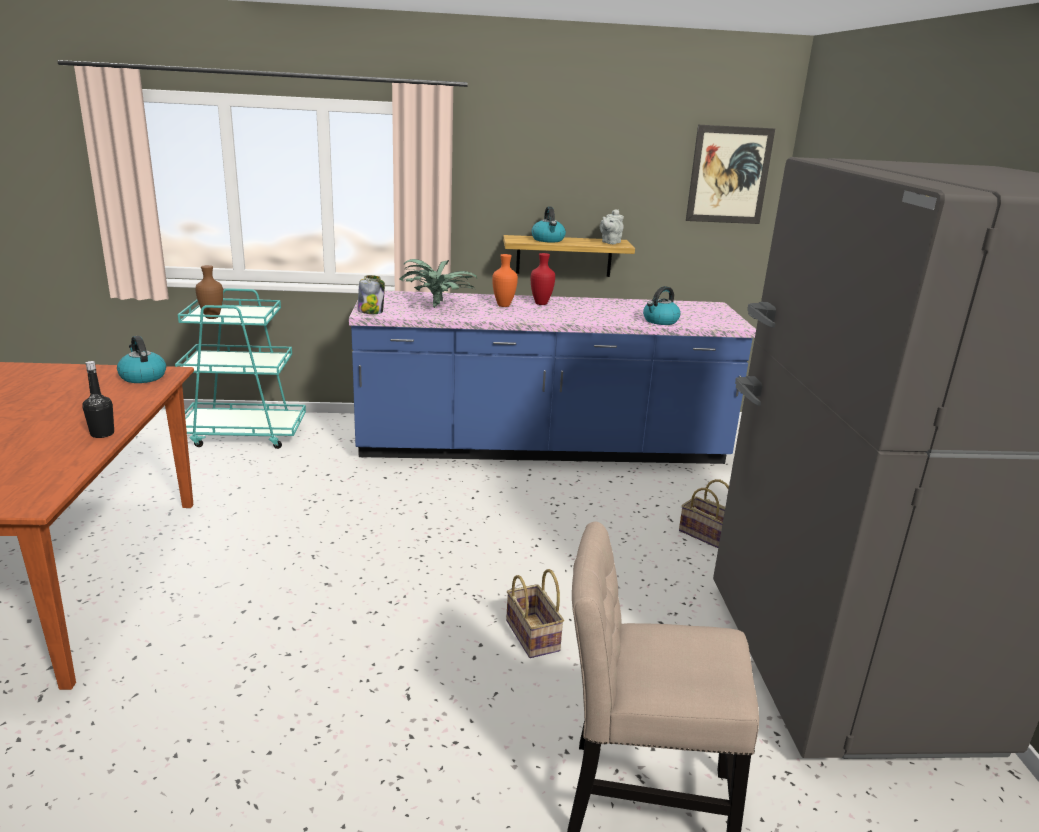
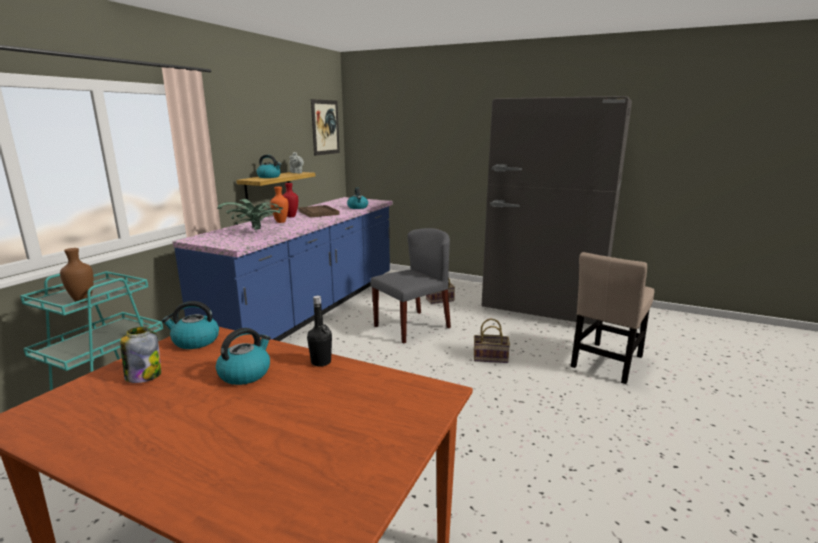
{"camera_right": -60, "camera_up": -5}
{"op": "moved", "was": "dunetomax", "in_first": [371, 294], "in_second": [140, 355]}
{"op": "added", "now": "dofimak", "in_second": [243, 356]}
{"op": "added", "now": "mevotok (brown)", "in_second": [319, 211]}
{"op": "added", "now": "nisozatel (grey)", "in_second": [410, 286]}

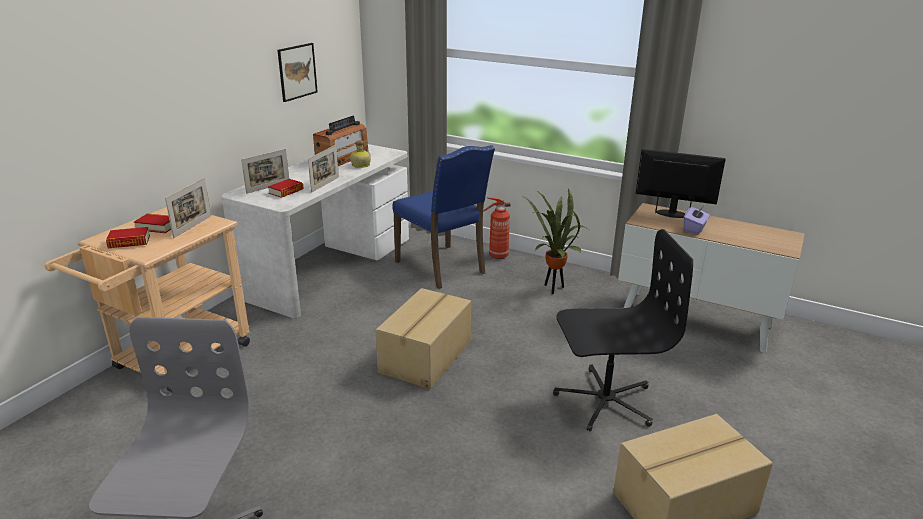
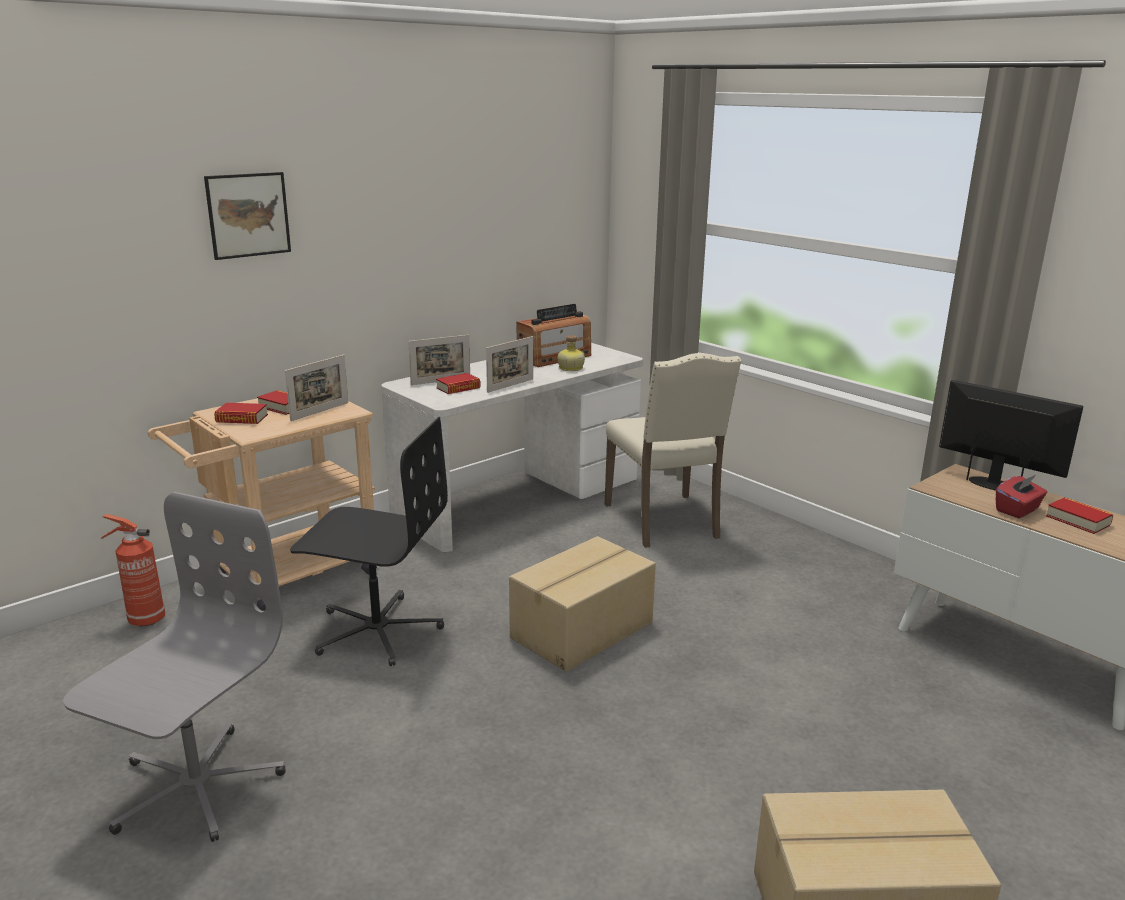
{"camera_right": 20, "camera_up": -5}
{"op": "moved", "was": "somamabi", "in_first": [497, 228], "in_second": [132, 570]}
{"op": "moved", "was": "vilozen", "in_first": [297, 72], "in_second": [247, 216]}
{"op": "moved", "was": "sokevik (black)", "in_first": [623, 330], "in_second": [369, 541]}
{"op": "recoloured", "was": "nisozatel (blue)", "now": "nisozatel (beige)", "in_first": [443, 217], "in_second": [673, 450]}
{"op": "recoloured", "was": "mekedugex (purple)", "now": "mekedugex (red)", "in_first": [696, 220], "in_second": [1021, 496]}
{"op": "added", "now": "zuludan", "in_second": [1079, 515]}
{"op": "removed", "was": "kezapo", "in_first": [555, 241]}

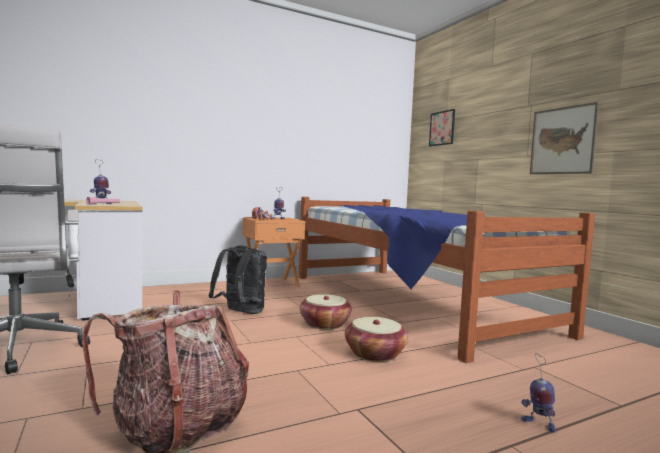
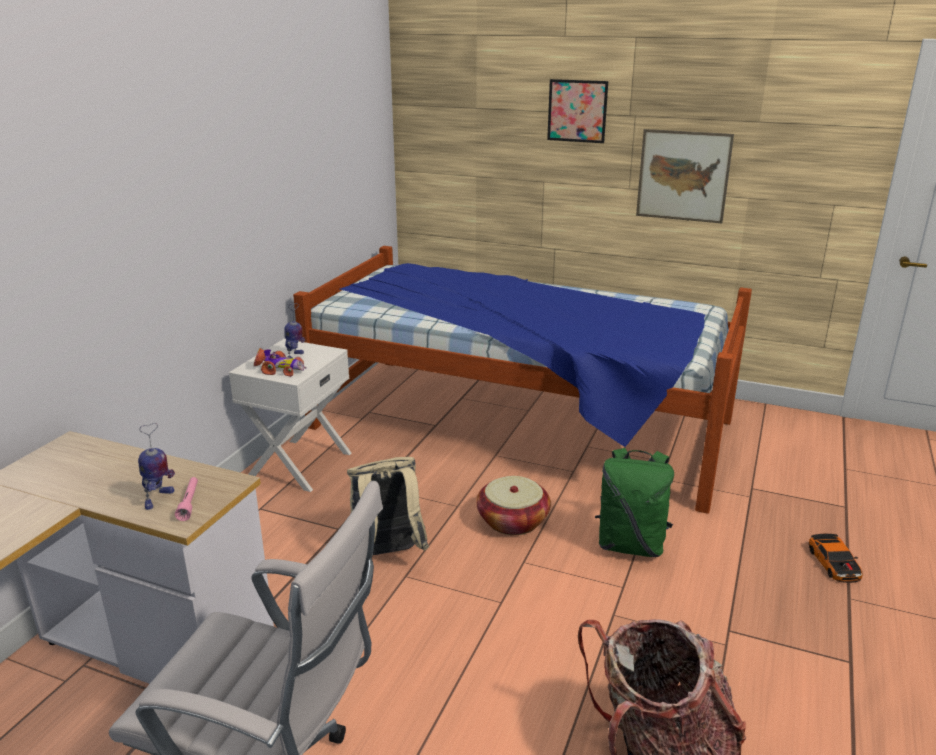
{"camera_right": -40, "camera_up": 20}
{"op": "recoloured", "was": "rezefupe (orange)", "now": "rezefupe (white)", "in_first": [273, 252], "in_second": [290, 415]}
{"op": "recoloured", "was": "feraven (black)", "now": "feraven (beige)", "in_first": [238, 279], "in_second": [388, 506]}
{"op": "moved", "was": "vilozen", "in_first": [442, 127], "in_second": [577, 111]}
{"op": "replaced", "was": "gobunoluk", "now": "feraven (green)", "in_first": [376, 339], "in_second": [634, 502]}
{"op": "replaced", "was": "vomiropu", "now": "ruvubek", "in_first": [538, 392], "in_second": [836, 558]}

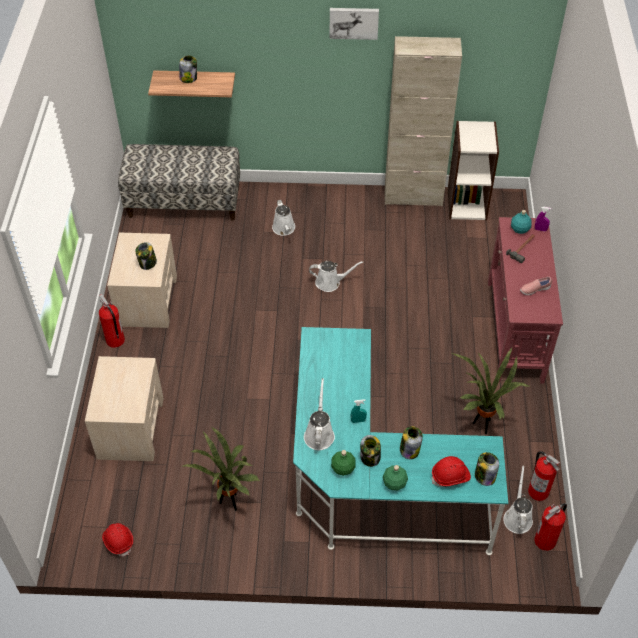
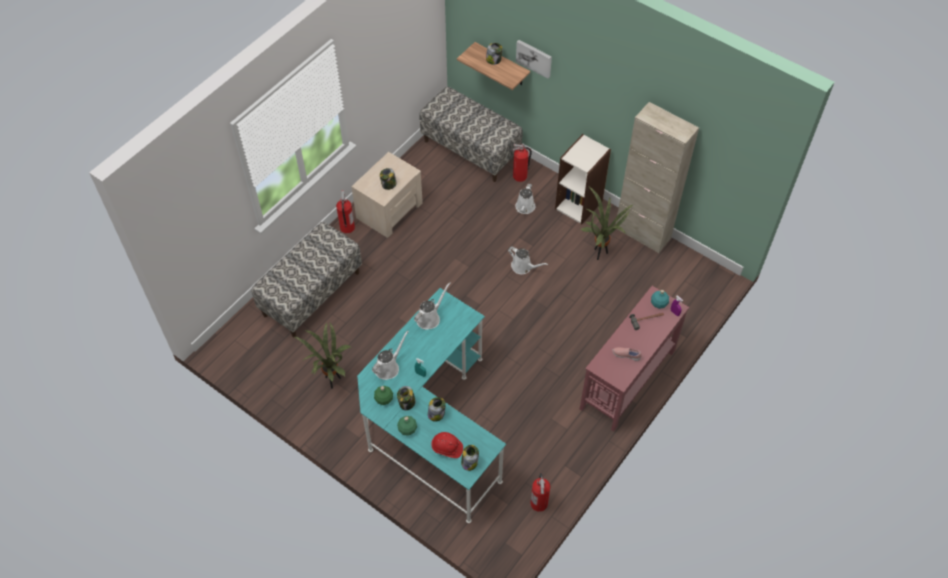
{"camera_right": 35, "camera_up": 5}
{"op": "replaced", "was": "rezefupe (beige)", "now": "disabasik", "in_first": [124, 408], "in_second": [306, 280]}
{"op": "moved", "was": "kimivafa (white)", "in_first": [518, 500], "in_second": [432, 306]}
{"op": "moved", "was": "somamabi", "in_first": [550, 527], "in_second": [522, 163]}
{"op": "moved", "was": "vilozen", "in_first": [354, 24], "in_second": [534, 59]}
{"op": "moved", "was": "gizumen", "in_first": [473, 170], "in_second": [583, 179]}
{"op": "moved", "was": "kezapo", "in_first": [492, 391], "in_second": [607, 223]}
{"op": "removed", "was": "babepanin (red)", "in_first": [117, 539]}

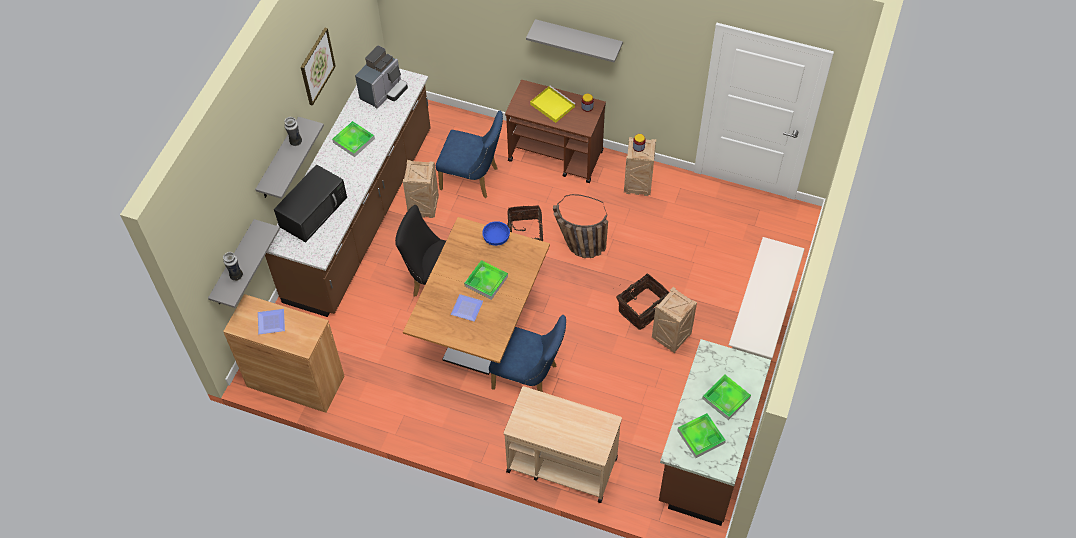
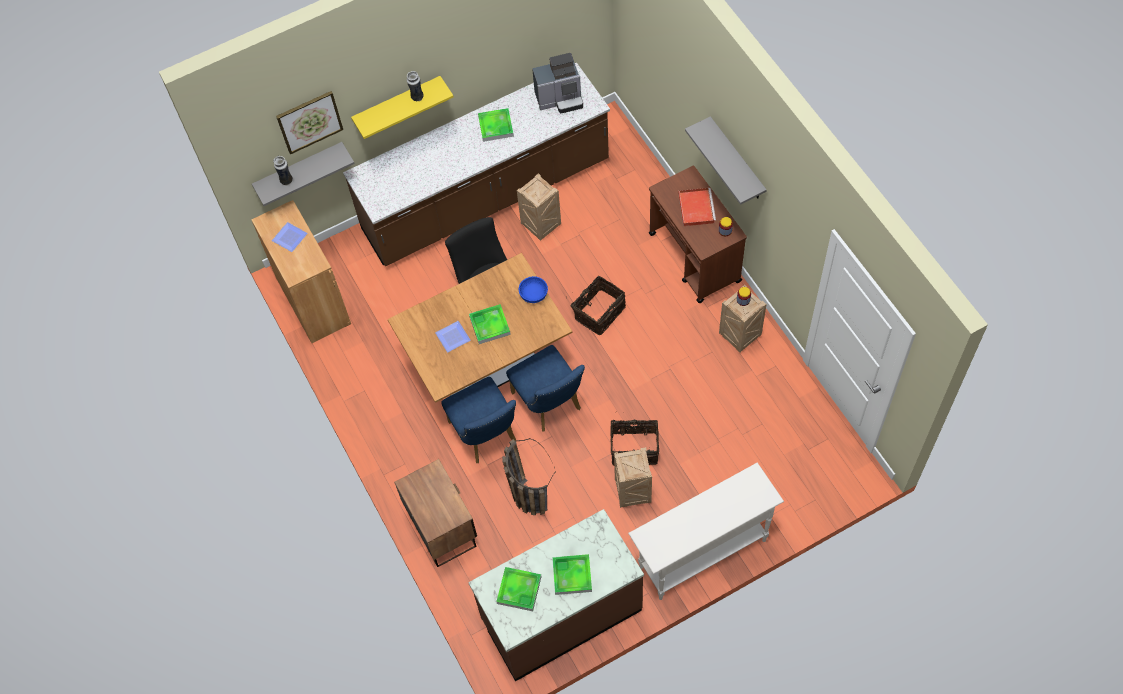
{"camera_right": 45, "camera_up": 5}
{"op": "moved", "was": "vilozen", "in_first": [318, 67], "in_second": [309, 122]}
{"op": "recoloured", "was": "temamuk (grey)", "now": "temamuk (yellow)", "in_first": [289, 158], "in_second": [402, 107]}
{"op": "replaced", "was": "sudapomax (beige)", "now": "rezefupe", "in_first": [563, 444], "in_second": [435, 513]}
{"op": "moved", "was": "gobunoluk", "in_first": [580, 226], "in_second": [529, 476]}
{"op": "moved", "was": "nisozatel (blue)", "in_first": [469, 154], "in_second": [545, 388]}
{"op": "recoloured", "was": "mevotok (yellow)", "now": "mevotok (red)", "in_first": [553, 104], "in_second": [697, 207]}
{"op": "removed", "was": "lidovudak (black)", "in_first": [310, 203]}

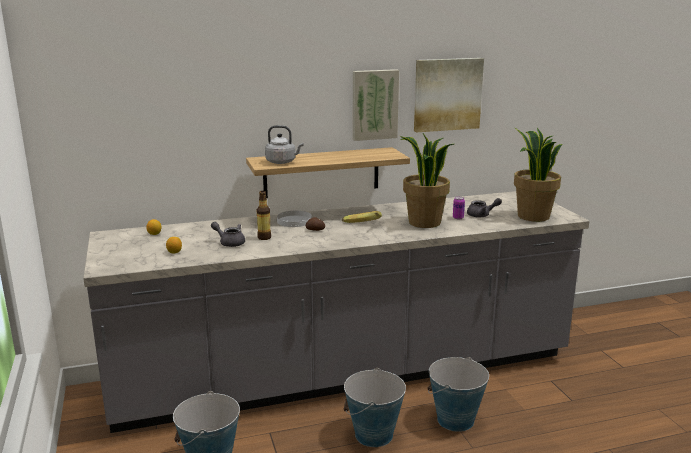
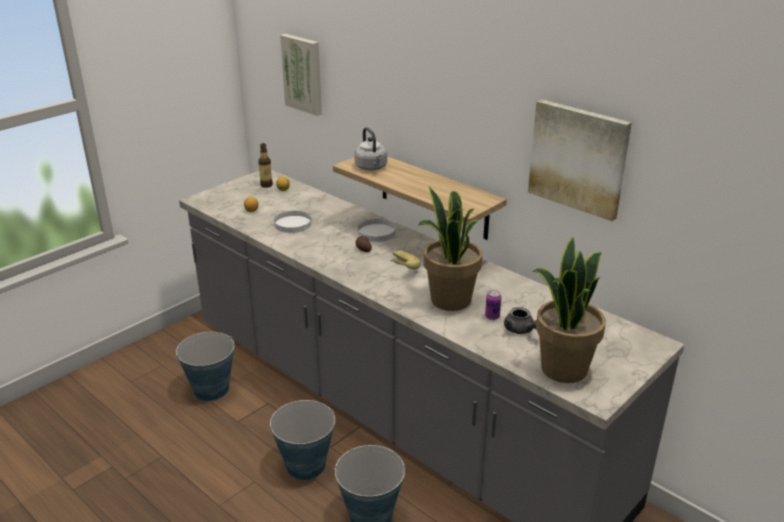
{"camera_right": 60, "camera_up": 10}
{"op": "moved", "was": "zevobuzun", "in_first": [264, 215], "in_second": [265, 165]}
{"op": "replaced", "was": "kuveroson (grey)", "now": "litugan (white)", "in_first": [228, 234], "in_second": [293, 222]}
{"op": "moved", "was": "vilozen", "in_first": [376, 105], "in_second": [301, 75]}

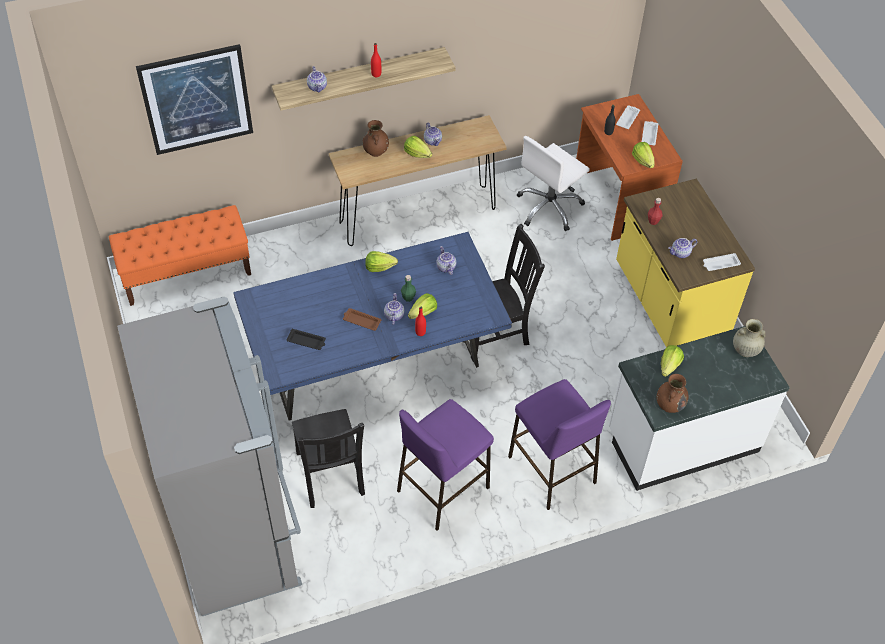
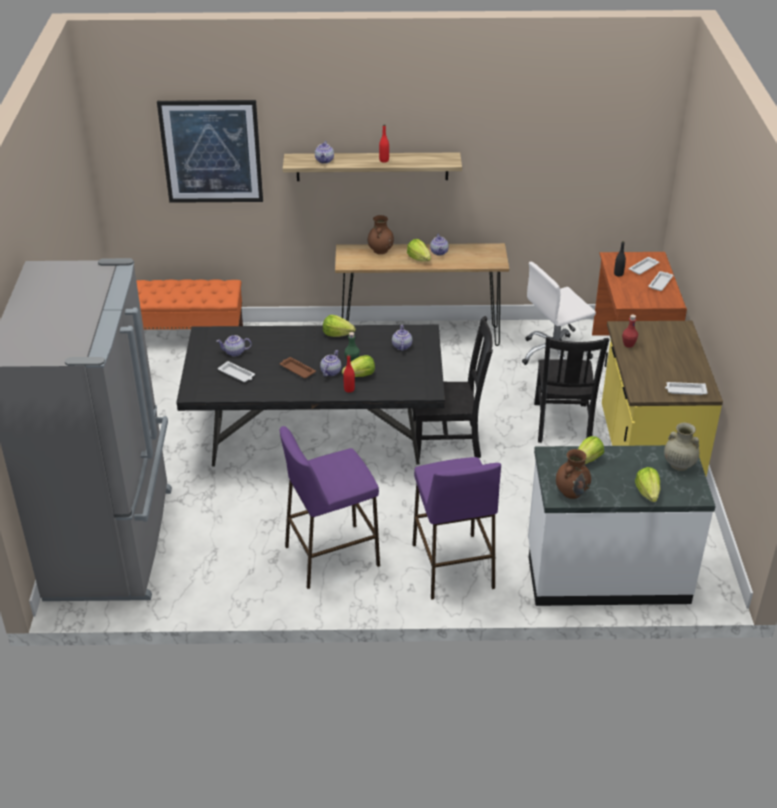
{"camera_right": 20, "camera_up": -15}
{"op": "recoloured", "was": "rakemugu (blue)", "now": "rakemugu (black)", "in_first": [372, 326], "in_second": [310, 395]}
{"op": "moved", "was": "kuveroson", "in_first": [682, 248], "in_second": [234, 346]}
{"op": "recoloured", "was": "mevotok (black)", "now": "mevotok (white)", "in_first": [306, 339], "in_second": [236, 371]}
{"op": "moved", "was": "nisozatel (black)", "in_first": [328, 458], "in_second": [571, 390]}
{"op": "moved", "was": "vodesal", "in_first": [643, 155], "in_second": [647, 484]}

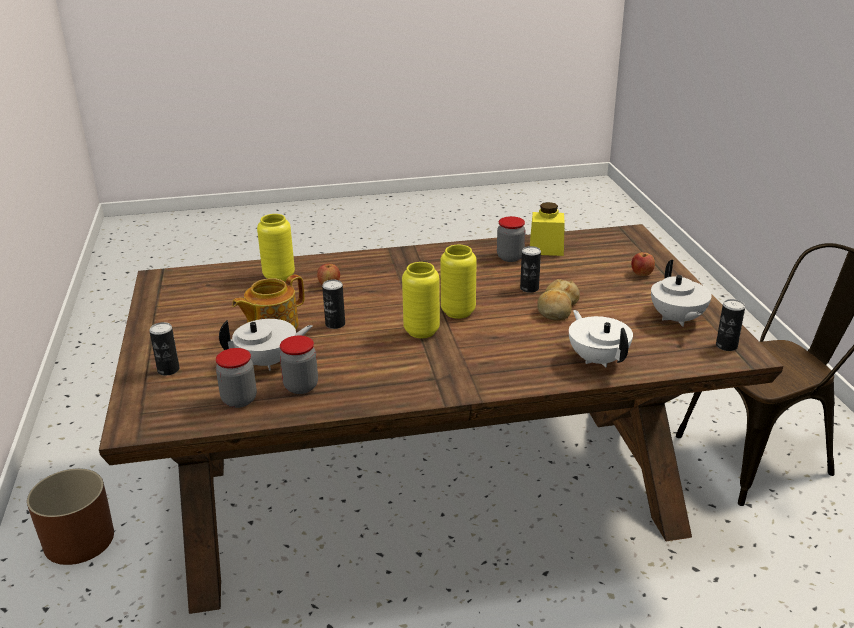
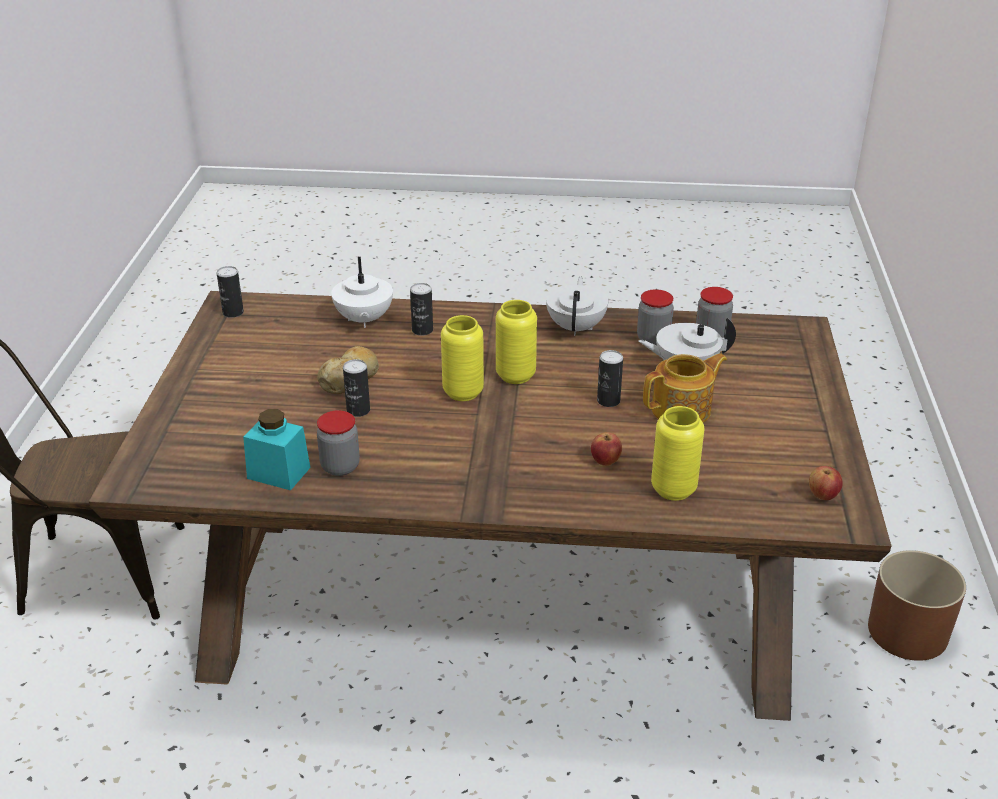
{"camera_right": -165, "camera_up": 5}
{"op": "recoloured", "was": "dunetomax (yellow)", "now": "dunetomax (turquoise)", "in_first": [547, 229], "in_second": [276, 449]}
{"op": "moved", "was": "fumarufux", "in_first": [164, 348], "in_second": [421, 309]}
{"op": "moved", "was": "kuveroson (white)", "in_first": [681, 293], "in_second": [577, 306]}
{"op": "moved", "was": "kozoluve", "in_first": [643, 264], "in_second": [825, 483]}

